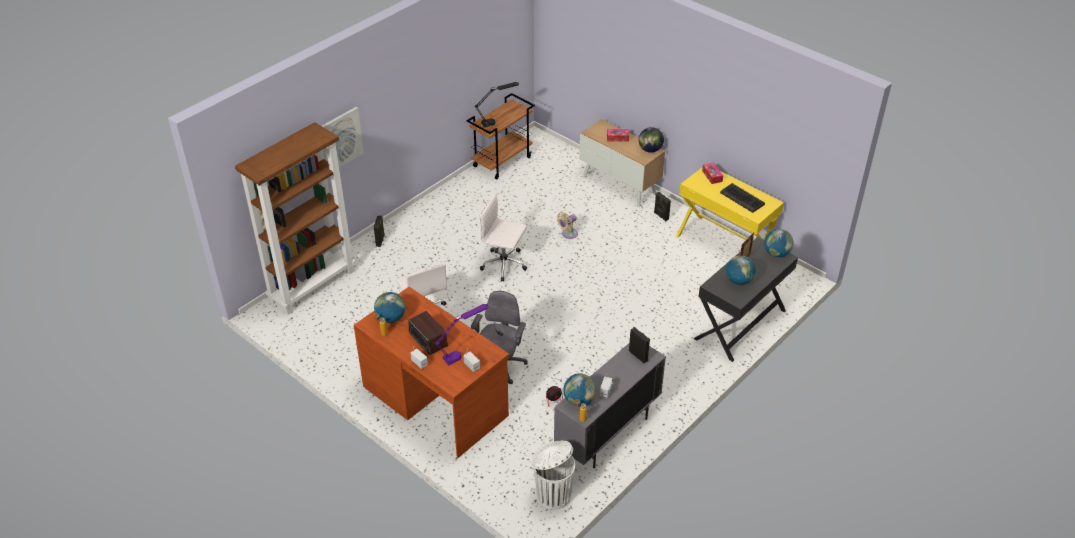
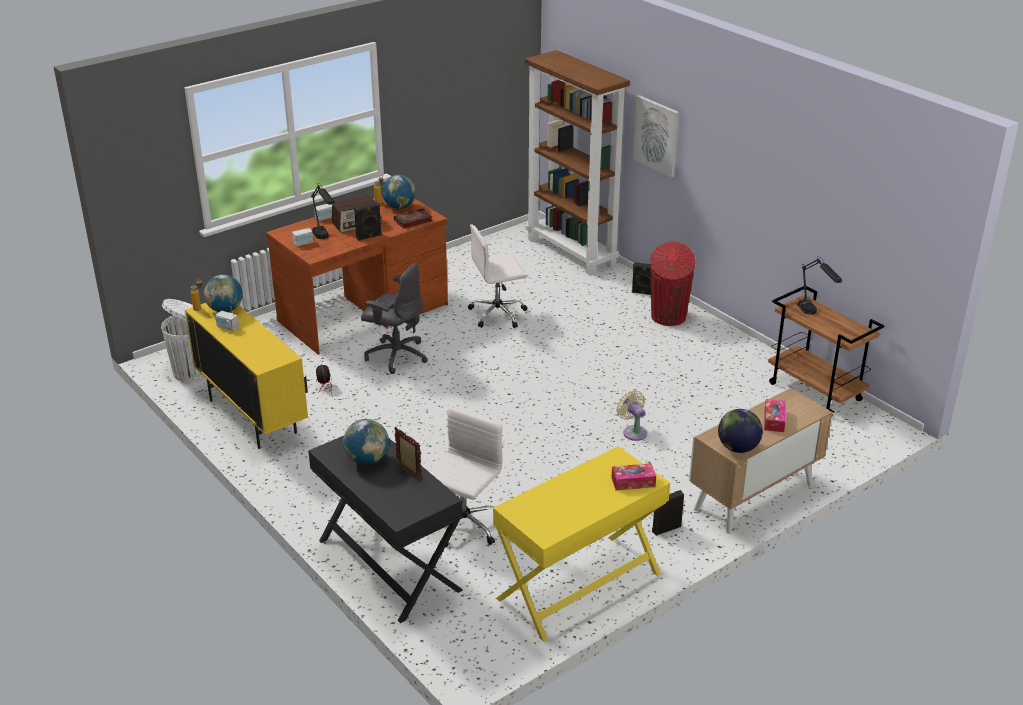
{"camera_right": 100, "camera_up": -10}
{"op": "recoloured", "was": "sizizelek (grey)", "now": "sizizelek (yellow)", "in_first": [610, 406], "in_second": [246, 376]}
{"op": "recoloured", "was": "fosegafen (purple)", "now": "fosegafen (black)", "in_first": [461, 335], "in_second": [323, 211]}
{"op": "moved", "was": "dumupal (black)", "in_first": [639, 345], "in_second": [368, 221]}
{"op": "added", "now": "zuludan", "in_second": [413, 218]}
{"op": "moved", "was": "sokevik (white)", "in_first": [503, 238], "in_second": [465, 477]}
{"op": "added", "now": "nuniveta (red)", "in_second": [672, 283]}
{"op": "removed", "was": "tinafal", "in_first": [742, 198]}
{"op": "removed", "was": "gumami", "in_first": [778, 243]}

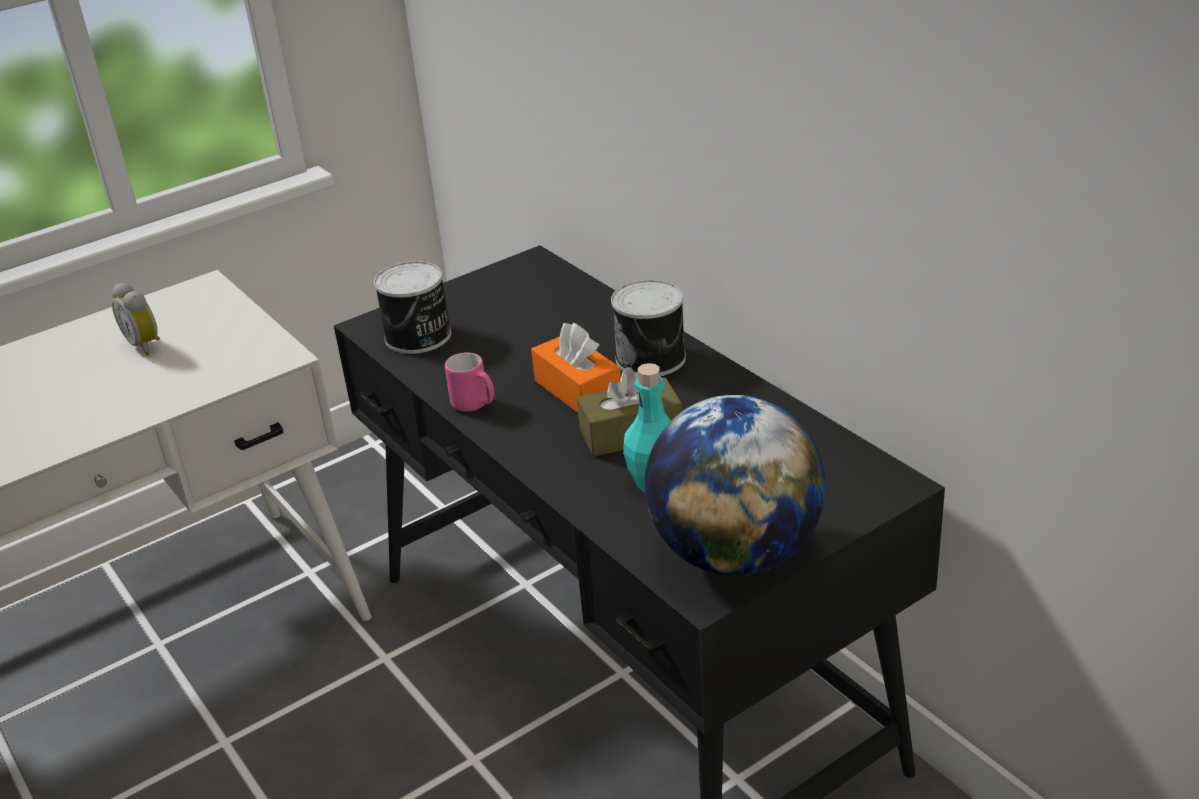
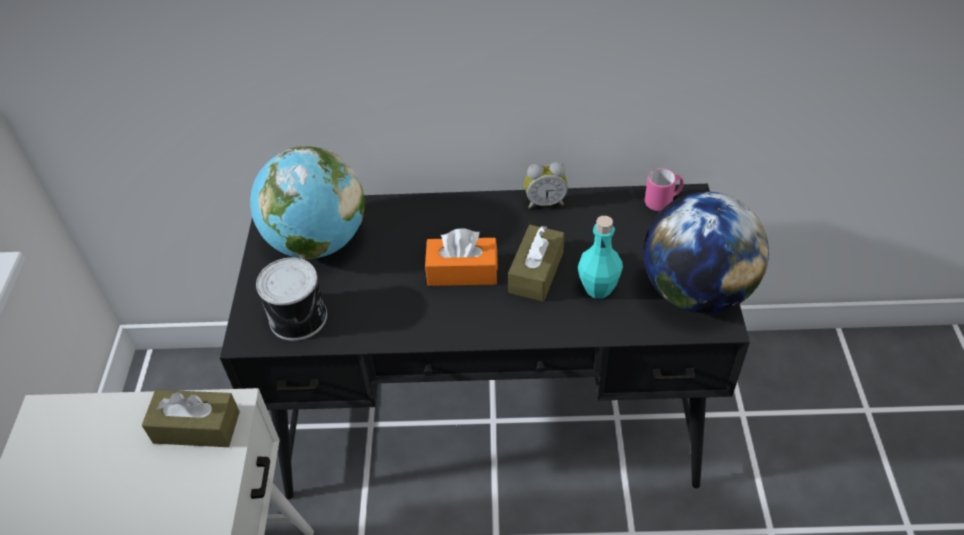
{"camera_right": -55, "camera_up": 15}
{"op": "added", "now": "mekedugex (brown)", "in_second": [191, 418]}
{"op": "added", "now": "gumami", "in_second": [307, 203]}
{"op": "moved", "was": "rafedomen", "in_first": [136, 319], "in_second": [546, 185]}
{"op": "moved", "was": "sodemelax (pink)", "in_first": [469, 382], "in_second": [664, 189]}
{"op": "removed", "was": "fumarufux", "in_first": [648, 328]}

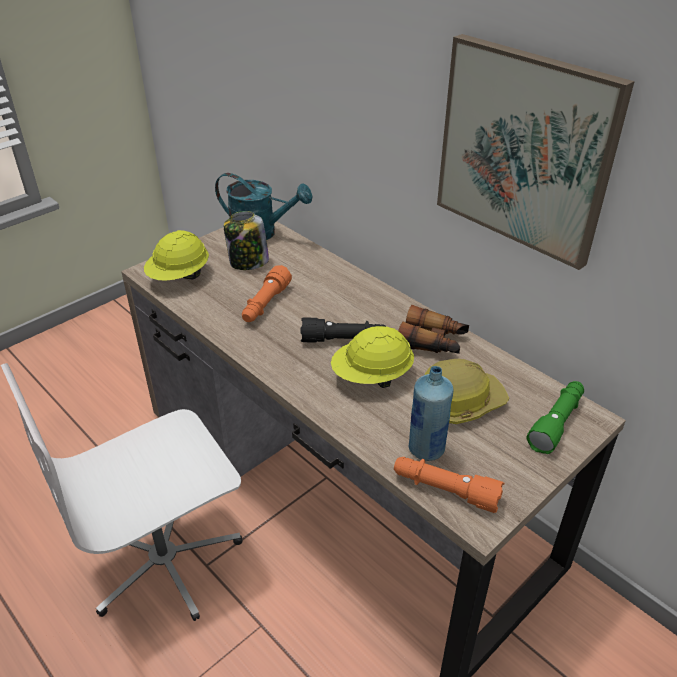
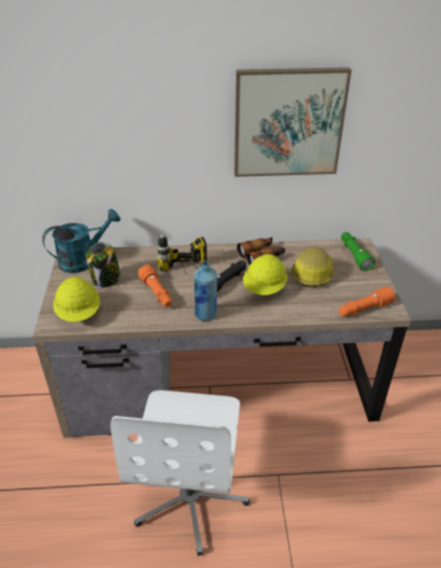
{"camera_right": -50, "camera_up": 0}
{"op": "added", "now": "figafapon", "in_second": [182, 257]}
{"op": "moved", "was": "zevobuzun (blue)", "in_first": [431, 413], "in_second": [205, 291]}

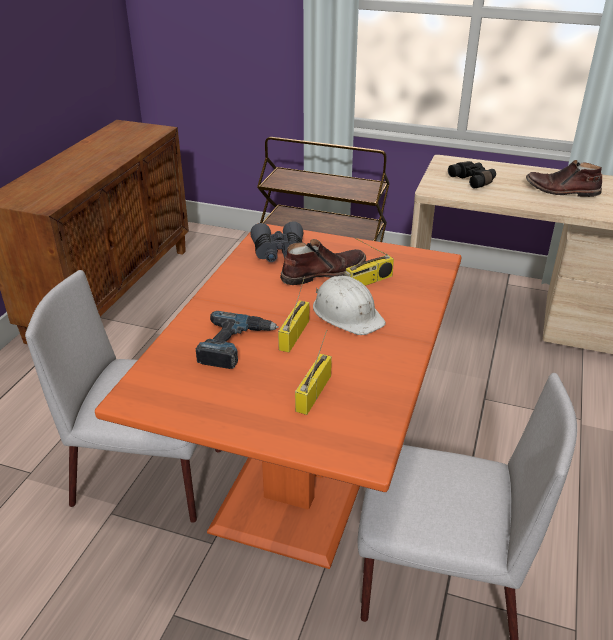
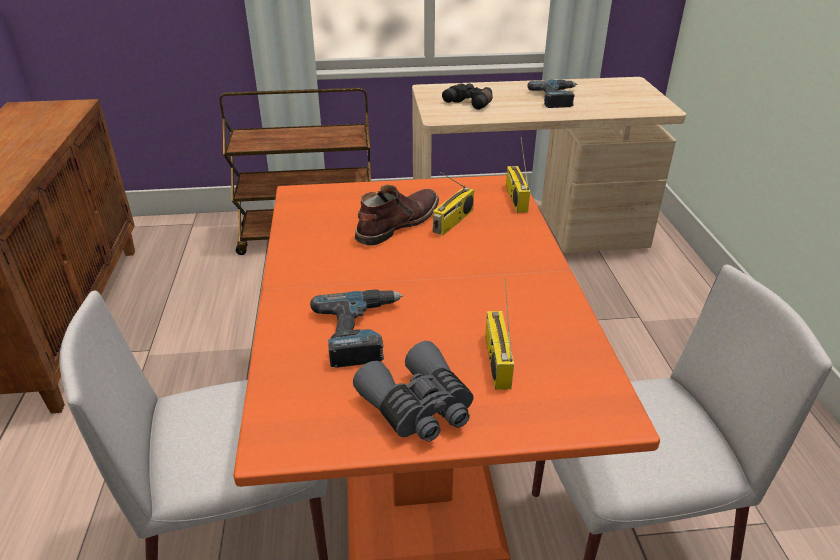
{"camera_right": -25, "camera_up": 0}
{"op": "moved", "was": "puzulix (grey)", "in_first": [276, 241], "in_second": [413, 391]}
{"op": "moved", "was": "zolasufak", "in_first": [293, 314], "in_second": [518, 175]}
{"op": "replaced", "was": "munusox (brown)", "now": "figafapon", "in_first": [564, 178], "in_second": [552, 94]}
{"op": "removed", "was": "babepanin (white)", "in_first": [349, 305]}

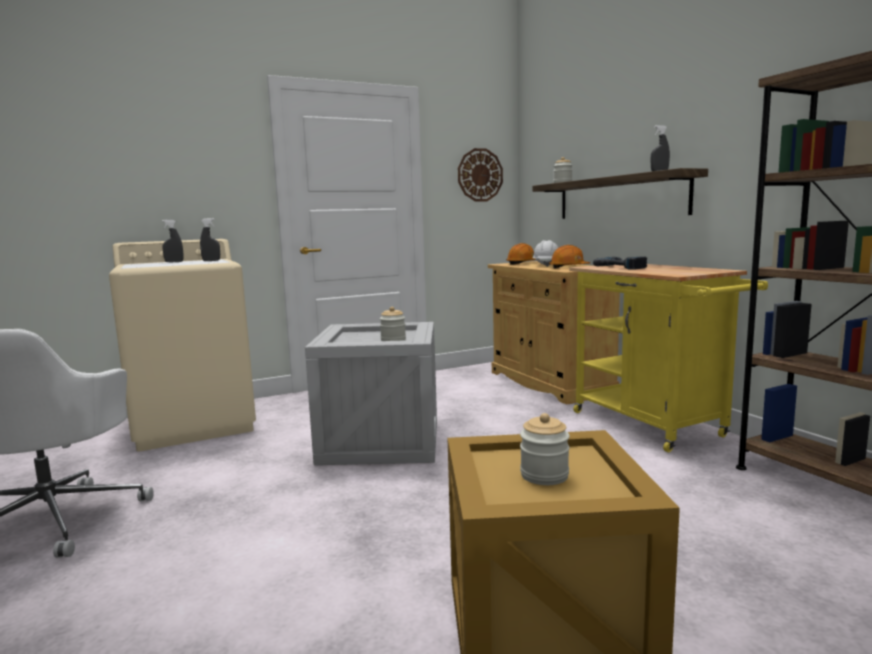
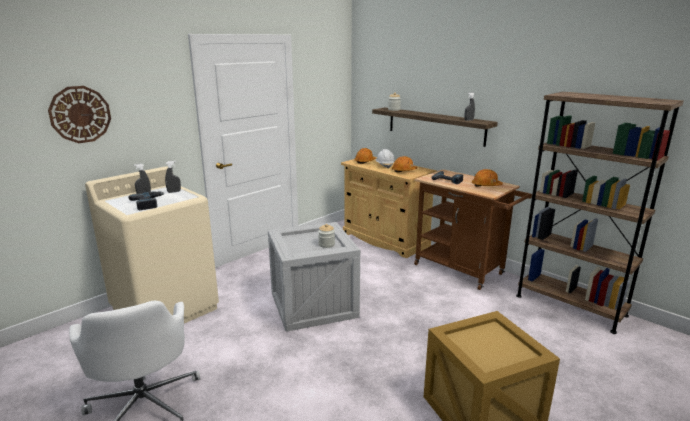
{"camera_right": -20, "camera_up": 10}
{"op": "moved", "was": "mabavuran", "in_first": [480, 175], "in_second": [79, 114]}
{"op": "added", "now": "figafapon", "in_second": [146, 200]}
{"op": "recoloured", "was": "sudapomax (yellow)", "now": "sudapomax (brown)", "in_first": [668, 358], "in_second": [473, 229]}
{"op": "added", "now": "babepanin (orange)", "in_second": [487, 178]}
{"op": "removed", "was": "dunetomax", "in_first": [545, 449]}

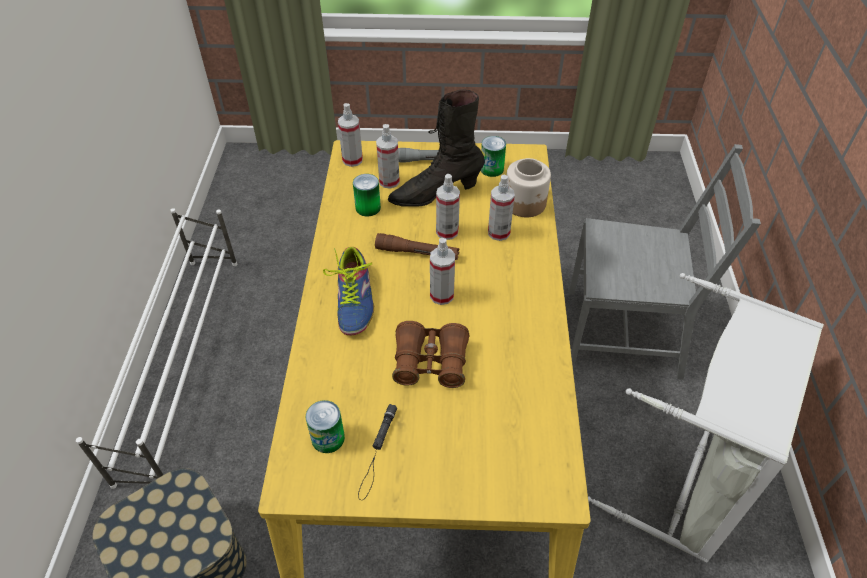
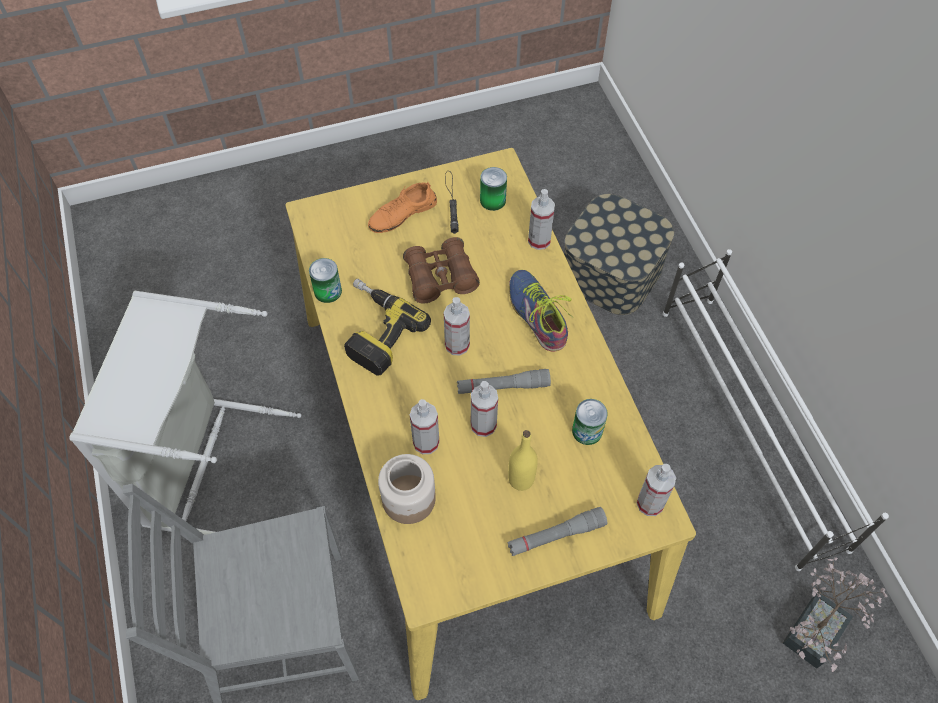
{"camera_right": 160, "camera_up": 10}
{"op": "moved", "was": "fumarufux", "in_first": [493, 156], "in_second": [325, 280]}
{"op": "added", "now": "figafapon", "in_second": [387, 327]}
{"op": "added", "now": "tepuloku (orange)", "in_second": [402, 207]}
{"op": "recoloured", "was": "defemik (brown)", "now": "defemik (grey)", "in_first": [417, 246], "in_second": [504, 381]}
{"op": "replaced", "was": "munusox (black)", "now": "zevobuzun (yellow)", "in_first": [436, 148], "in_second": [523, 460]}
{"op": "moved", "was": "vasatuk", "in_first": [388, 156], "in_second": [541, 219]}
{"op": "added", "now": "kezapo", "in_second": [835, 614]}

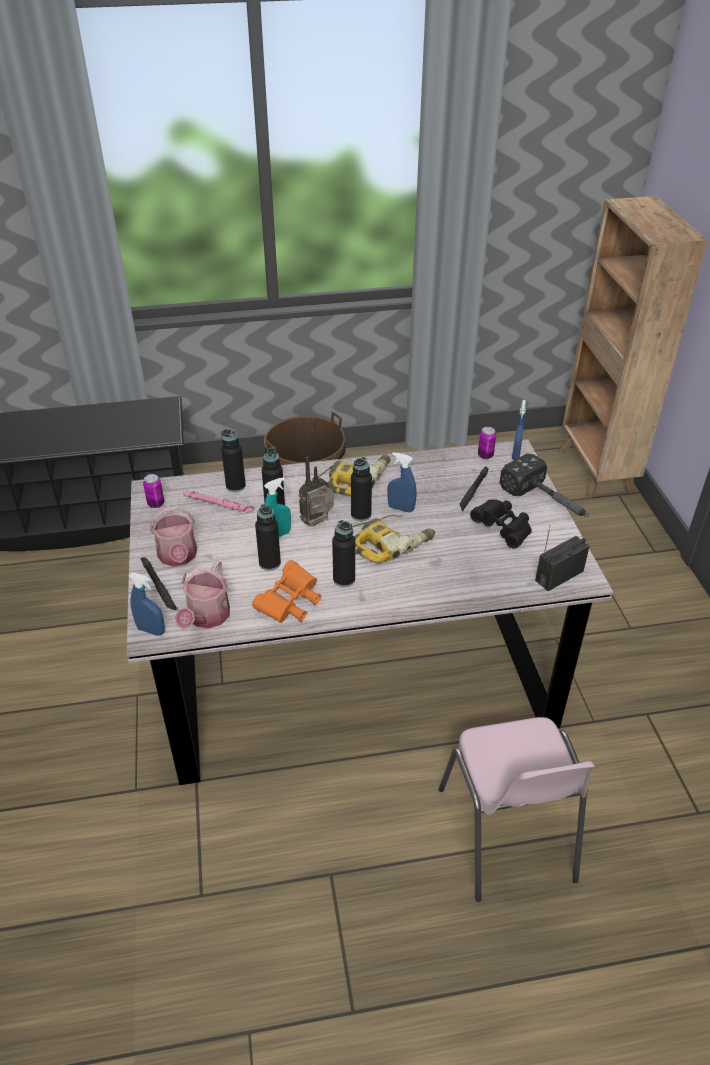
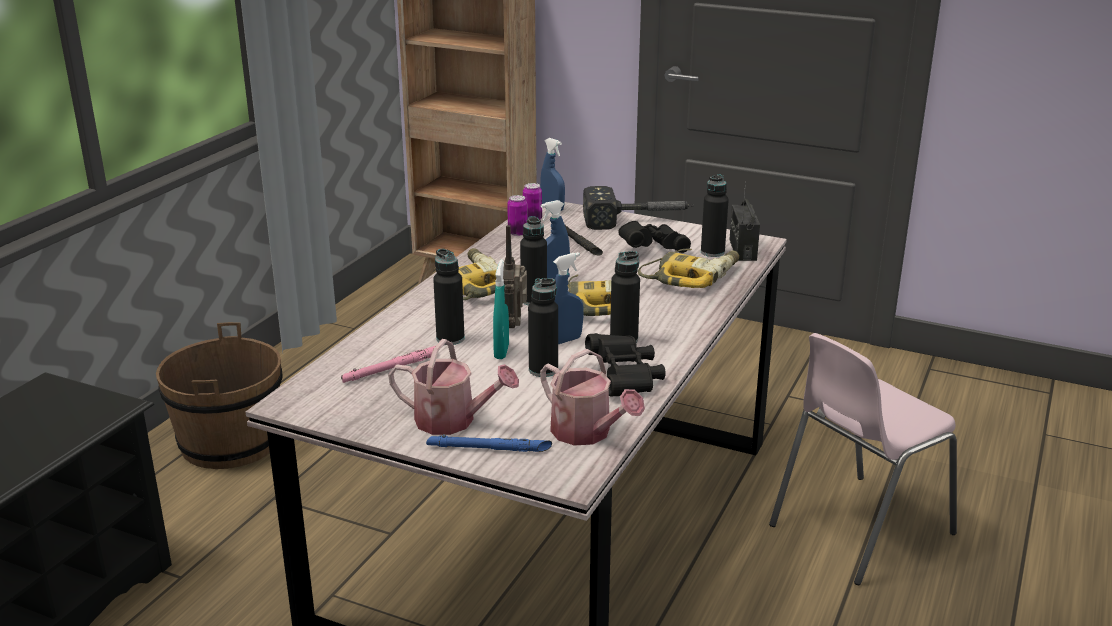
{"camera_right": -55, "camera_up": -15}
{"op": "recoloured", "was": "defemik (black)", "now": "defemik (blue)", "in_first": [159, 583], "in_second": [489, 443]}
{"op": "moved", "was": "fumarufux", "in_first": [153, 491], "in_second": [517, 215]}
{"op": "moved", "was": "vasatuk (blue)", "in_first": [147, 604], "in_second": [568, 298]}
{"op": "recoloured", "was": "puzulix (orange)", "now": "puzulix (black)", "in_first": [286, 591], "in_second": [625, 364]}
{"op": "added", "now": "figafapon", "in_second": [688, 268]}
{"op": "moved", "was": "zevobuzun (black)", "in_first": [233, 460], "in_second": [715, 215]}
{"op": "turned", "was": "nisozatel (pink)", "in_first": [517, 809], "in_second": [863, 459], "clockwise": 120}

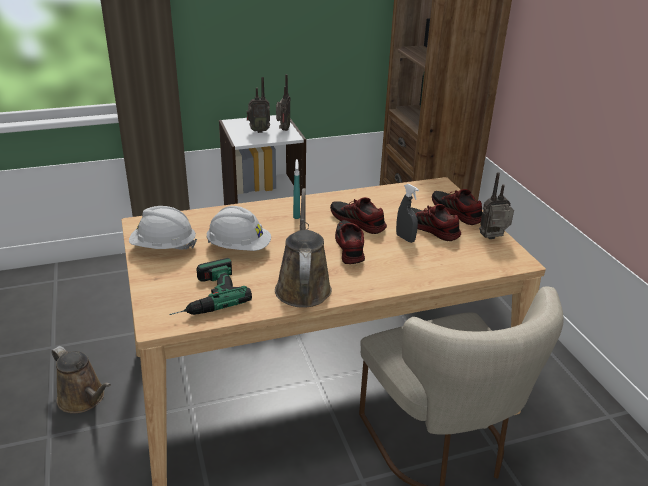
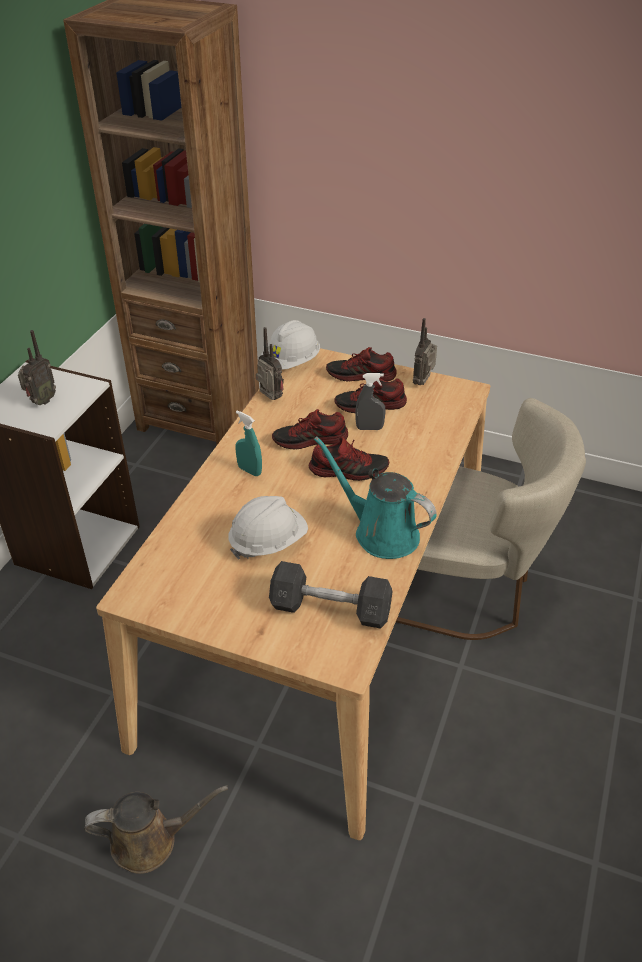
{"camera_right": -50, "camera_up": 10}
{"op": "moved", "was": "zolasufak", "in_first": [283, 102], "in_second": [270, 363]}
{"op": "moved", "was": "babepanin (white)", "in_first": [163, 228], "in_second": [290, 345]}
{"op": "replaced", "was": "figafapon", "now": "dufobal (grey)", "in_first": [210, 286], "in_second": [330, 595]}
{"op": "turned", "was": "tepuloku", "in_first": [350, 242], "in_second": [349, 459], "clockwise": 150}
{"op": "recoloured", "was": "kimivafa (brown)", "now": "kimivafa (turquoise)", "in_first": [303, 248], "in_second": [375, 497]}

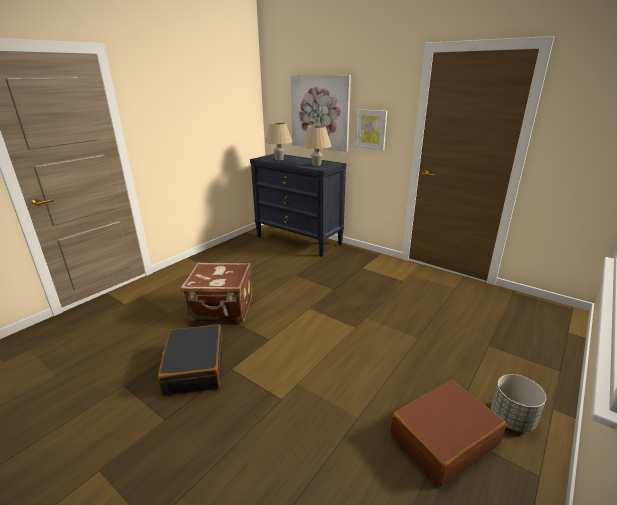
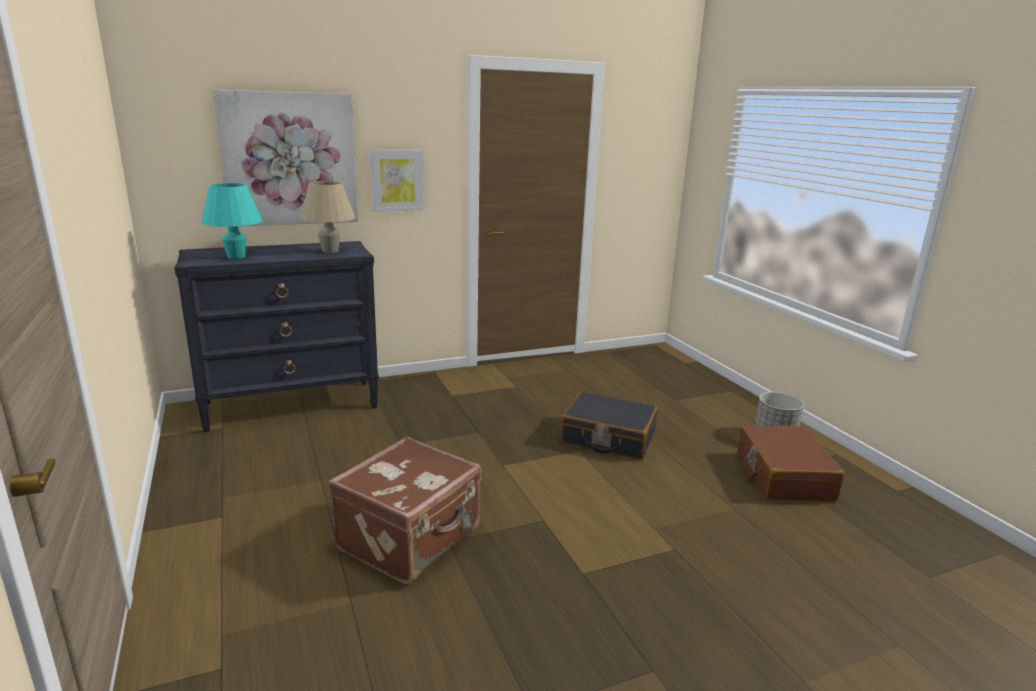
{"camera_right": -60, "camera_up": -5}
{"op": "recoloured", "was": "fosegafen (beige)", "now": "fosegafen (turquoise)", "in_first": [278, 141], "in_second": [231, 221]}
{"op": "moved", "was": "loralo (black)", "in_first": [190, 360], "in_second": [609, 426]}

